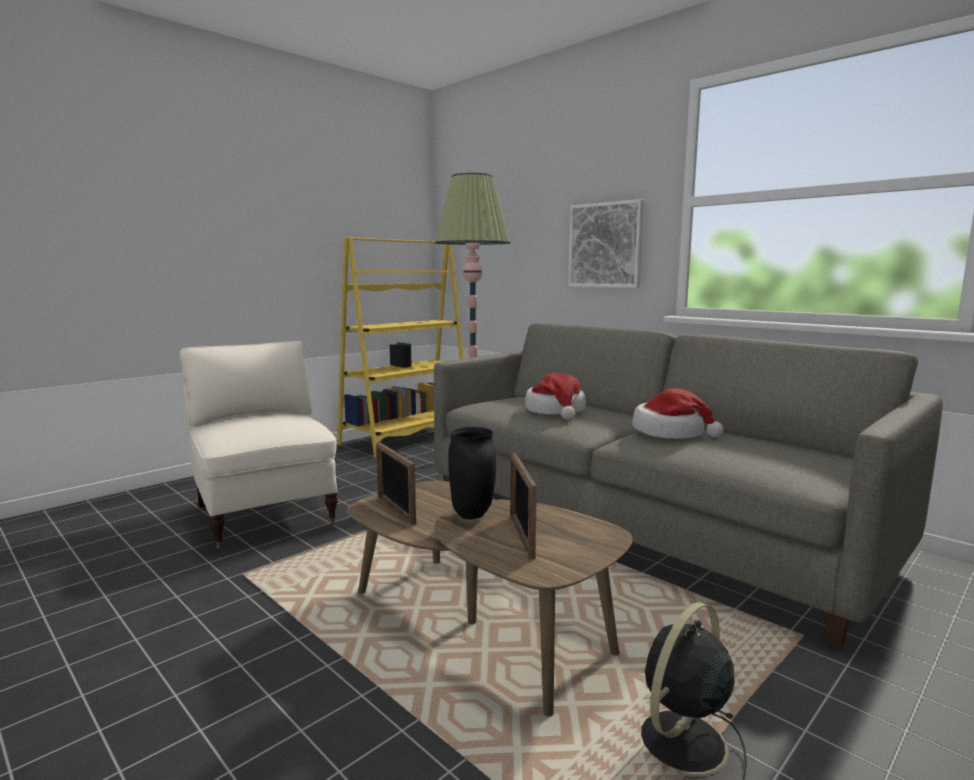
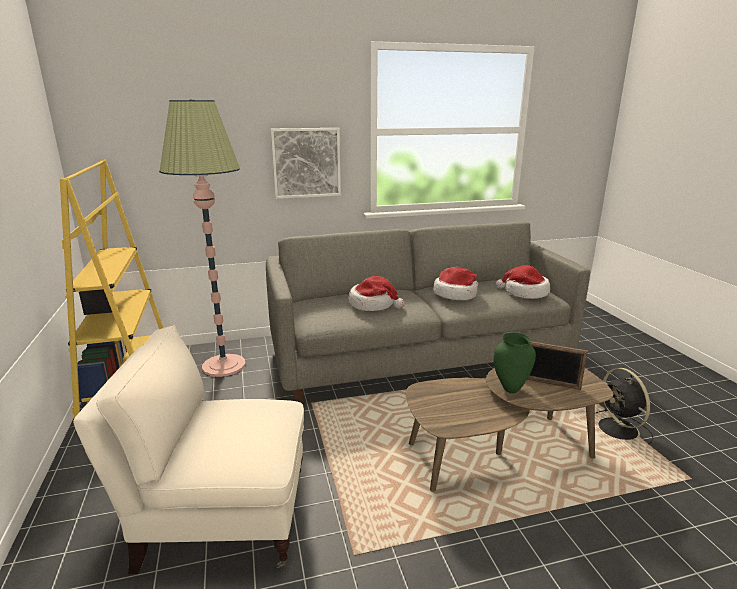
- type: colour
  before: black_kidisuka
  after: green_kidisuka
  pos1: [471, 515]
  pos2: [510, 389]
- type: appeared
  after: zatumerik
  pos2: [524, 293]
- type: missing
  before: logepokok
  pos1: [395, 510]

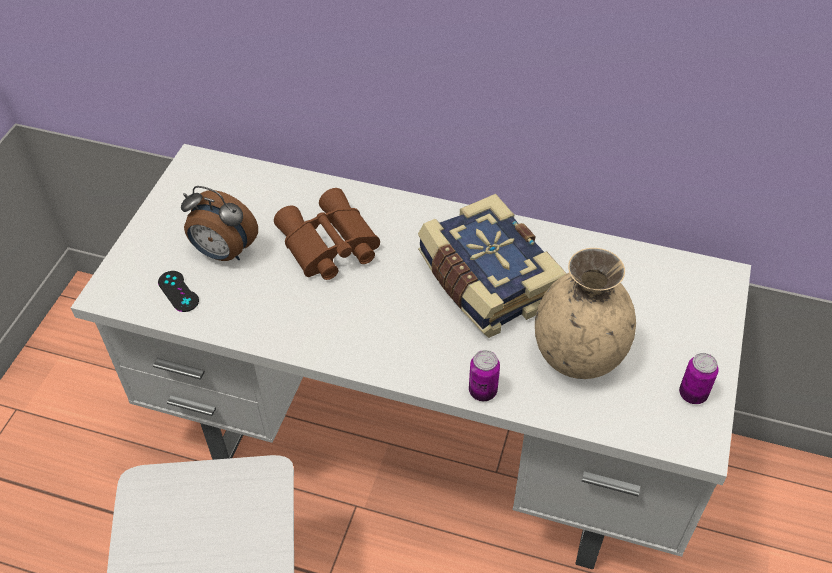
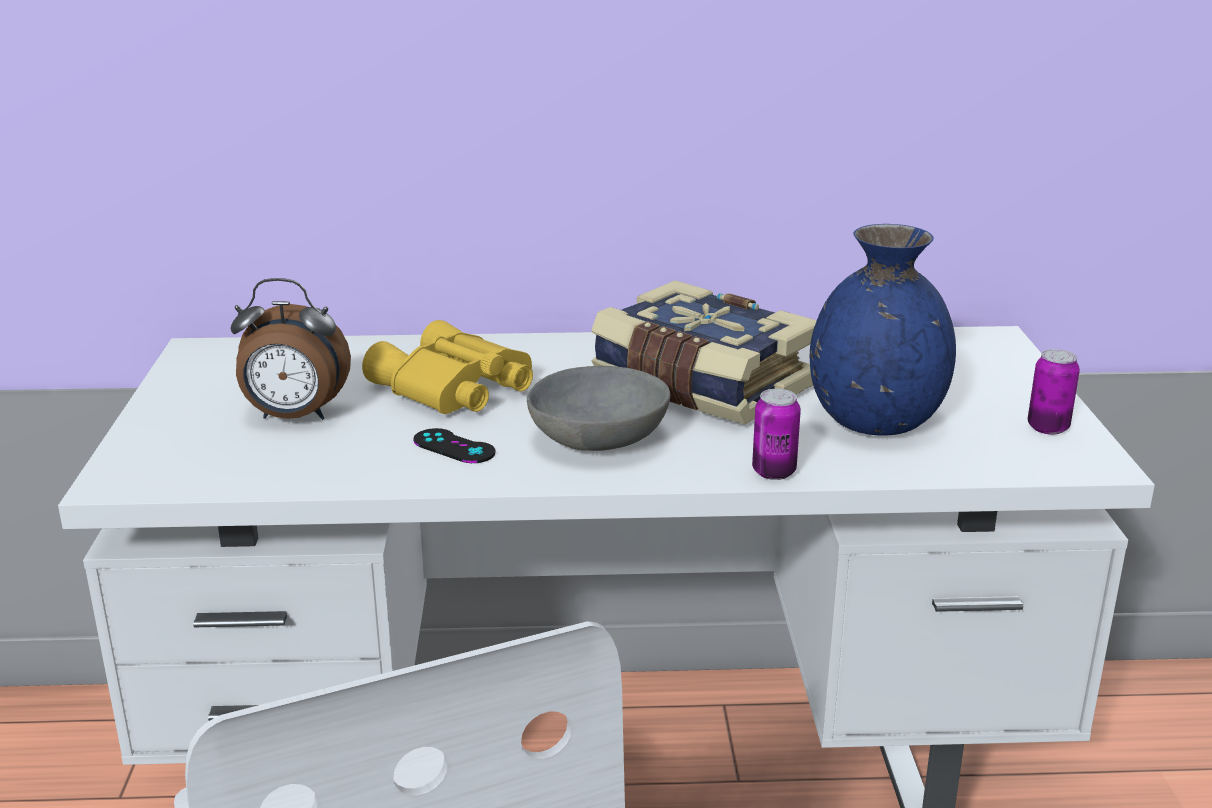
- type: colour
  before: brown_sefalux
  after: yellow_sefalux
  pos1: [328, 246]
  pos2: [453, 389]
- type: relocated
  before: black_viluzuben
  pos1: [178, 291]
  pos2: [454, 446]
- type: appeared
  after: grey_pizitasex
  pos2: [598, 438]
- type: colour
  before: beige_kidisuka
  after: blue_kidisuka
  pos1: [577, 355]
  pos2: [874, 421]

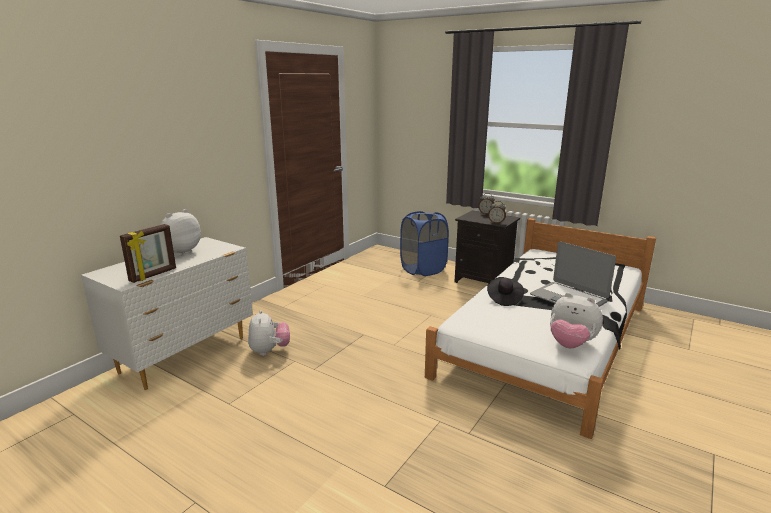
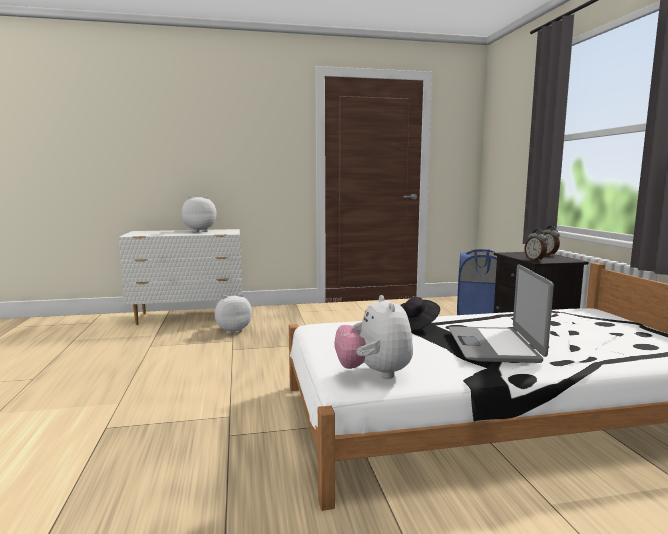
- type: spun
  before: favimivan
  pos1: [269, 351]
  pos2: [232, 330]
  turn: -150
- type: missing
  before: logepokok
  pos1: [153, 275]

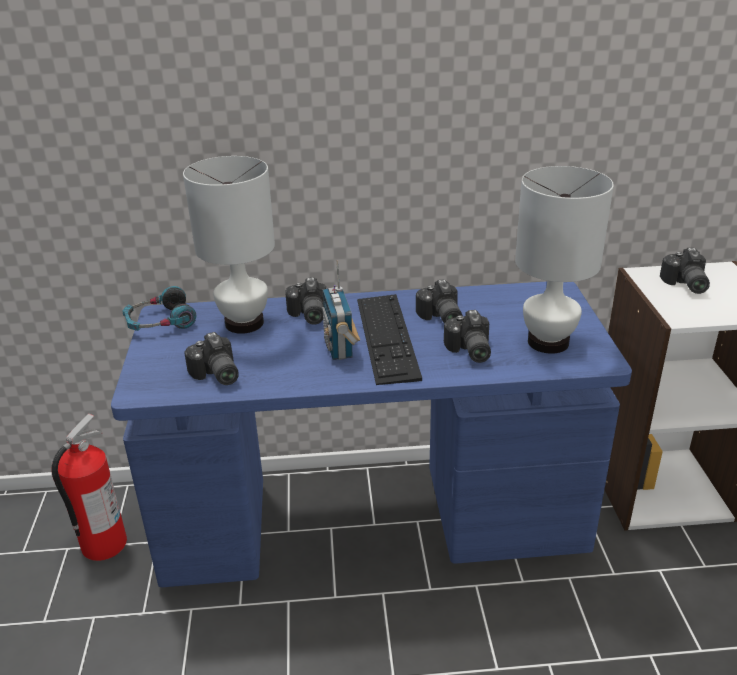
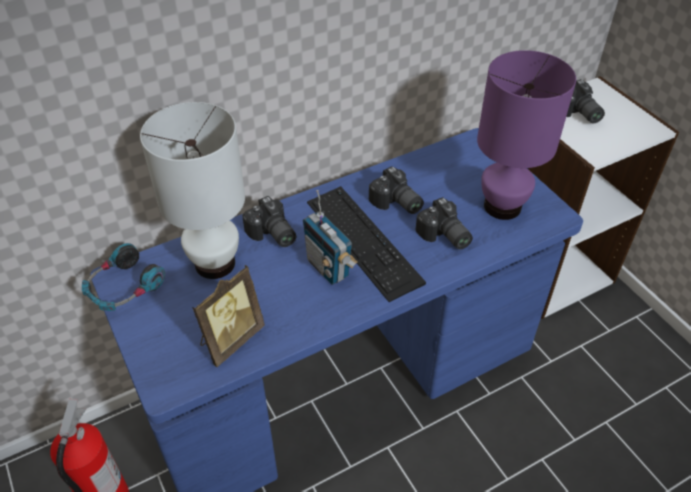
- type: exchanged
  before: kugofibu
  after: logepokok
  pos1: [215, 375]
  pos2: [230, 339]
- type: colour
  before: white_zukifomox
  after: purple_zukifomox
  pos1: [547, 342]
  pos2: [501, 206]

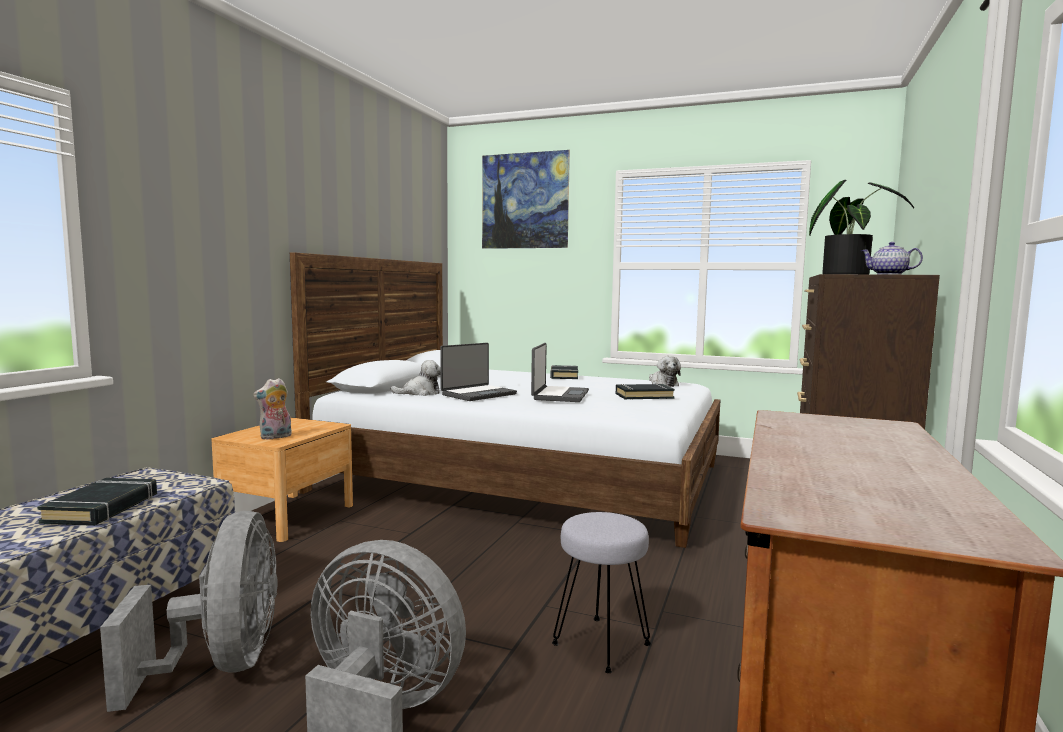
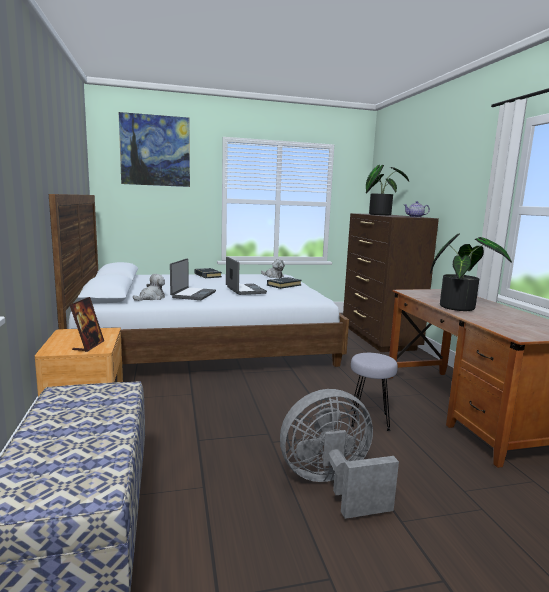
- type: exchanged
  before: favimivan
  after: logepokok
  pos1: [275, 437]
  pos2: [88, 346]
- type: appeared
  after: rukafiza
  pos2: [460, 307]
- type: missing
  before: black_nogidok
  pos1: [103, 508]
- type: missing
  before: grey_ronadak
  pos1: [222, 665]

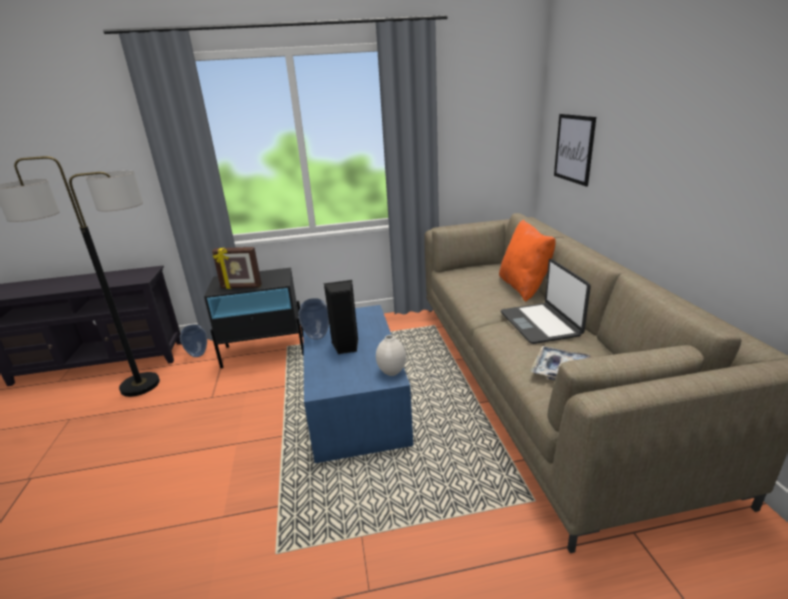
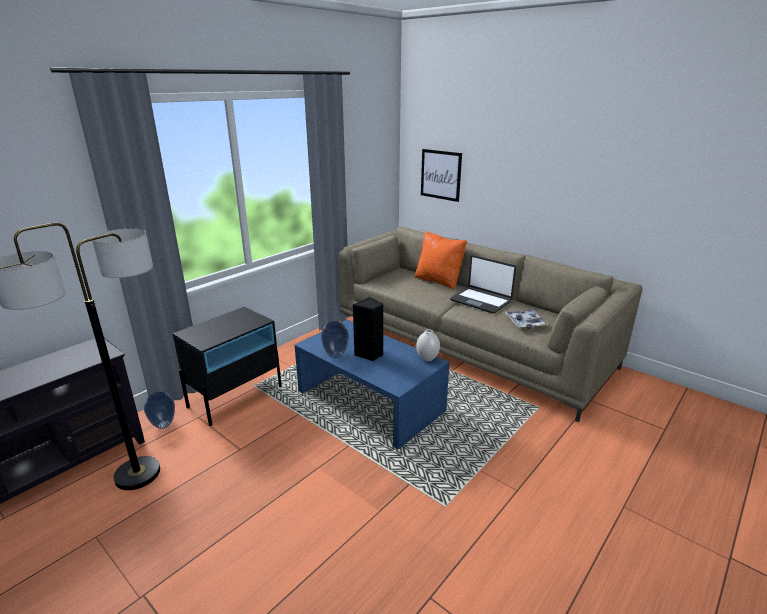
- type: missing
  before: logepokok
  pos1: [241, 287]

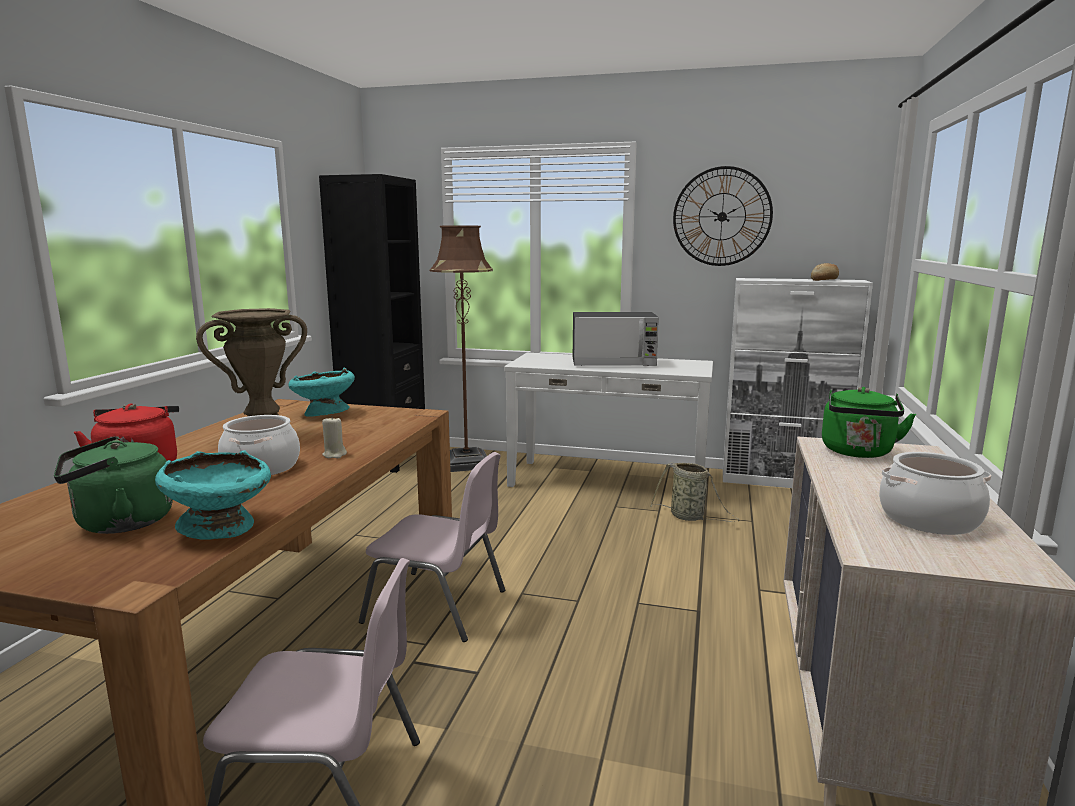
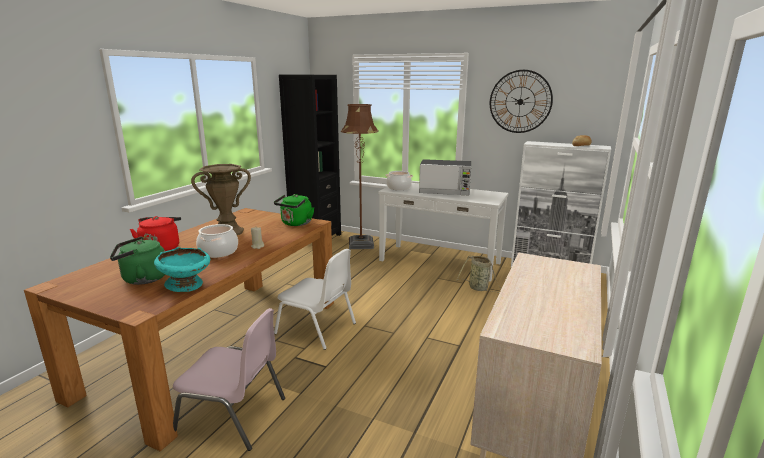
- type: relocated
  before: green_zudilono
  pos1: [858, 453]
  pos2: [295, 223]
- type: colour
  before: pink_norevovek
  after: white_norevovek
  pos1: [438, 606]
  pos2: [317, 328]
- type: relocated
  before: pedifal
  pos1: [928, 519]
  pos2: [398, 188]
- type: missing
  before: turquoise_pizitasex
  pos1: [323, 414]

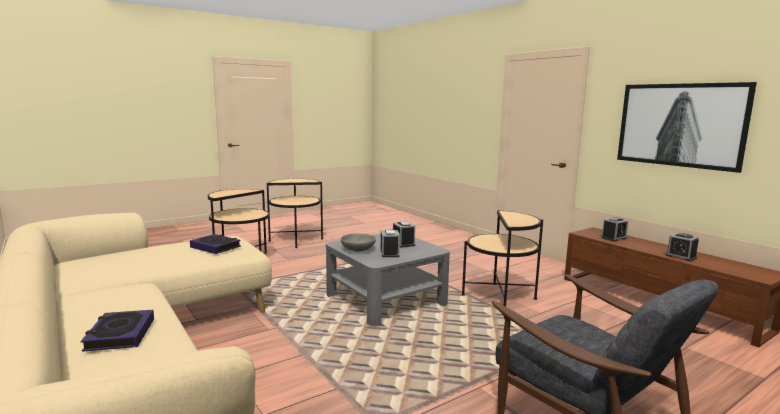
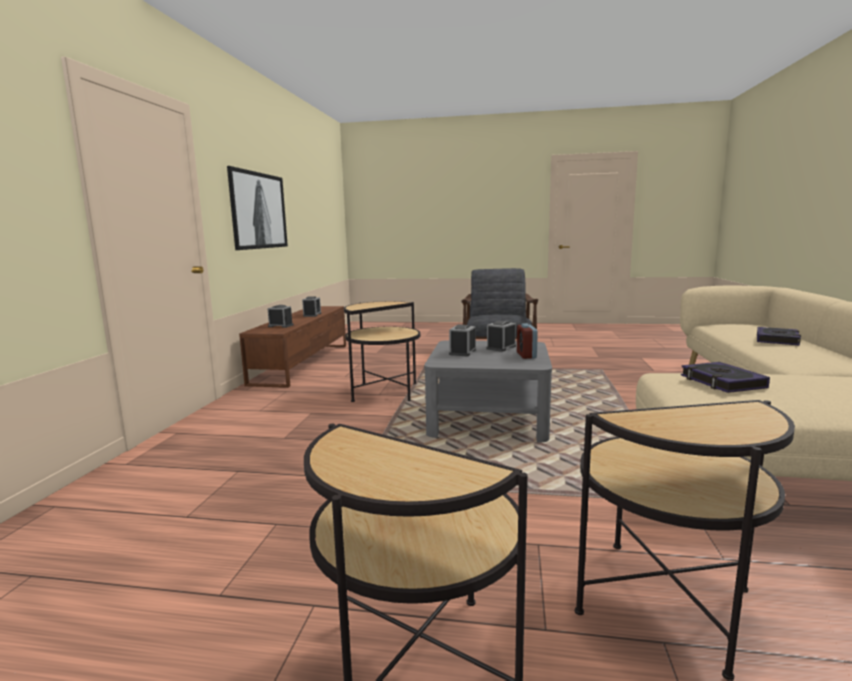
- type: exchanged
  before: grey_pizitasex
  after: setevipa
  pos1: [358, 250]
  pos2: [526, 355]

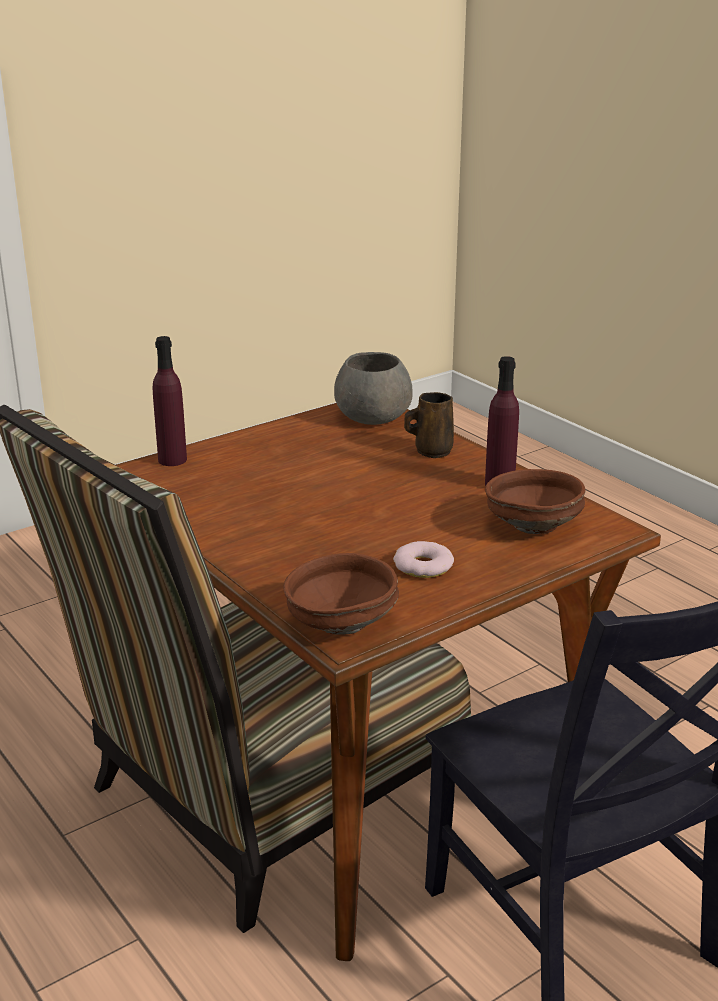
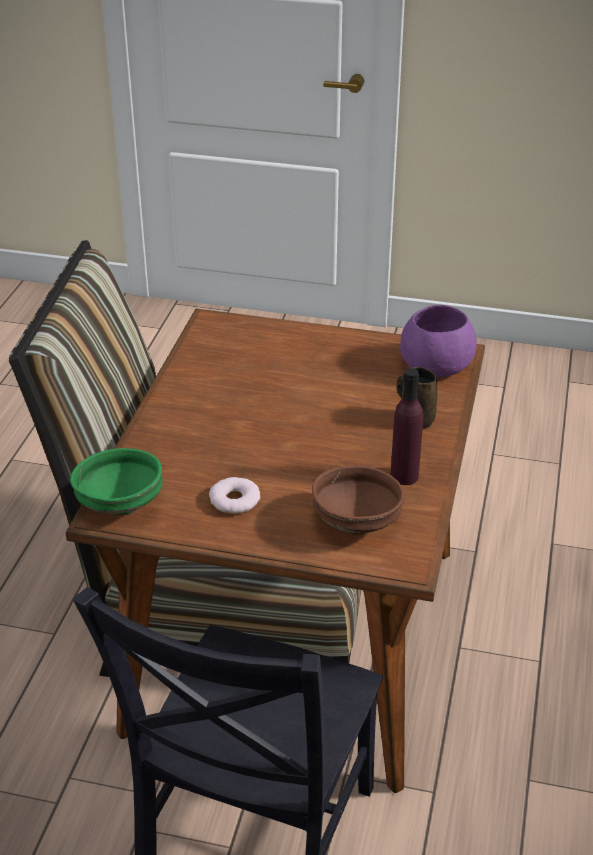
- type: colour
  before: brown_pizitasex
  after: green_pizitasex
  pos1: [339, 623]
  pos2: [120, 503]
- type: colour
  before: grey_pizitasex
  after: purple_pizitasex
  pos1: [373, 417]
  pos2: [435, 366]
- type: missing
  before: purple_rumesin
  pos1: [172, 460]

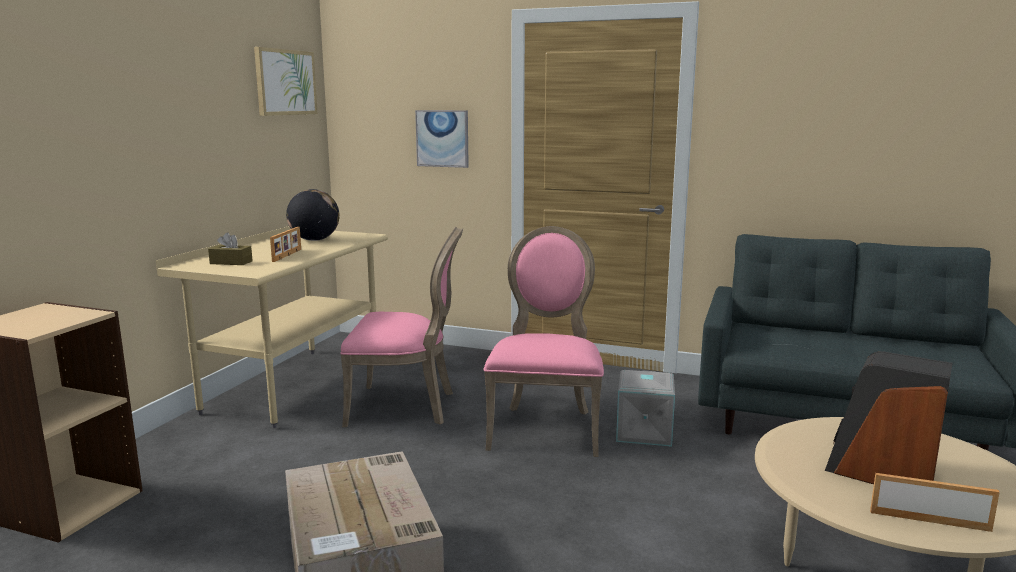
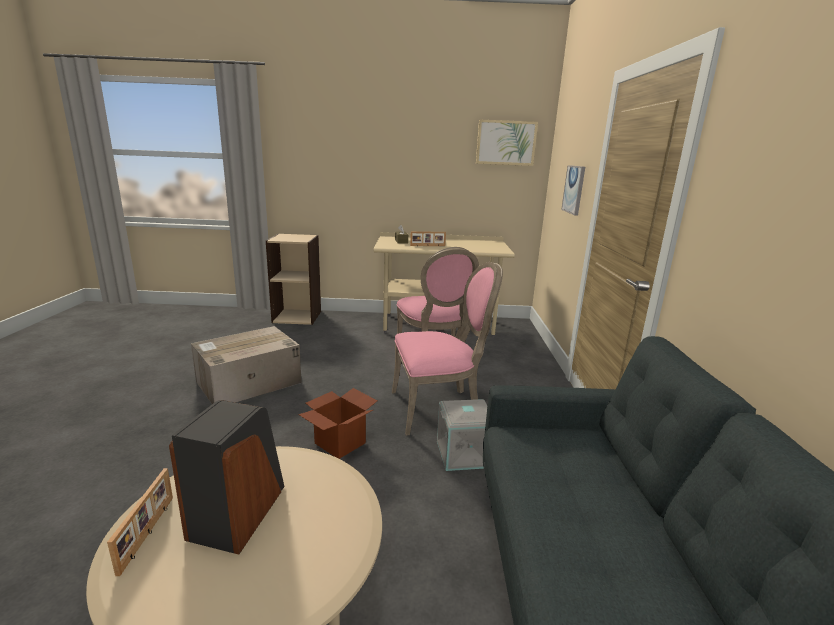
- type: appeared
  after: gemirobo
  pos2: [340, 443]
- type: missing
  before: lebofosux
  pos1: [314, 240]

